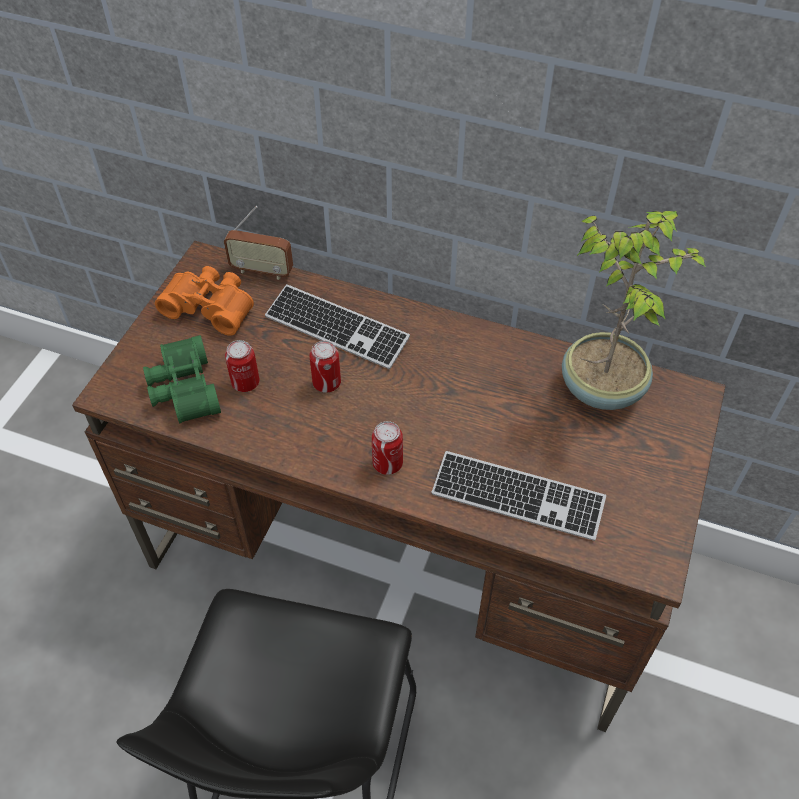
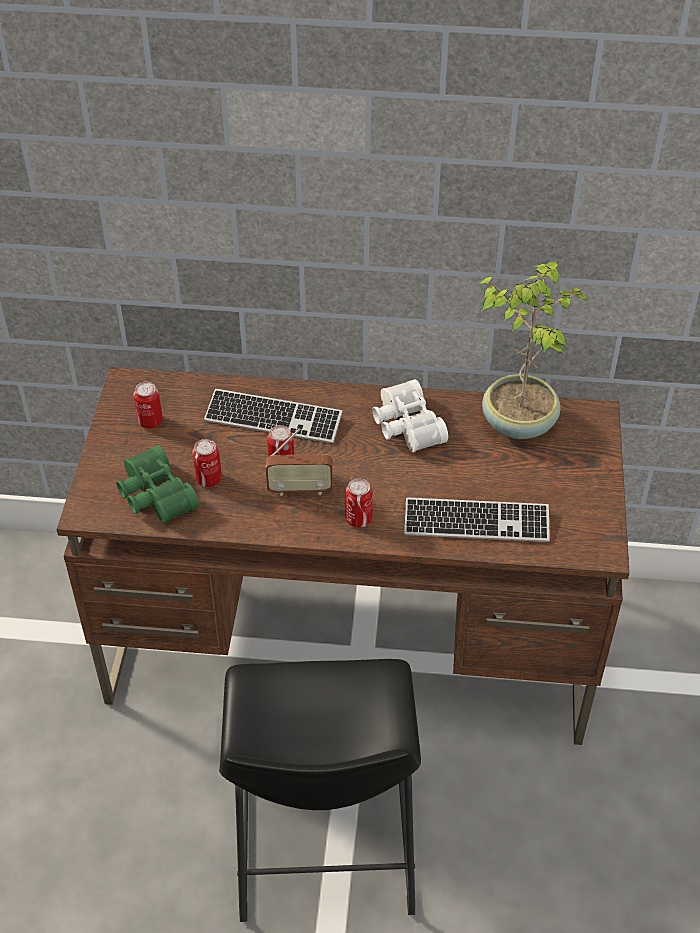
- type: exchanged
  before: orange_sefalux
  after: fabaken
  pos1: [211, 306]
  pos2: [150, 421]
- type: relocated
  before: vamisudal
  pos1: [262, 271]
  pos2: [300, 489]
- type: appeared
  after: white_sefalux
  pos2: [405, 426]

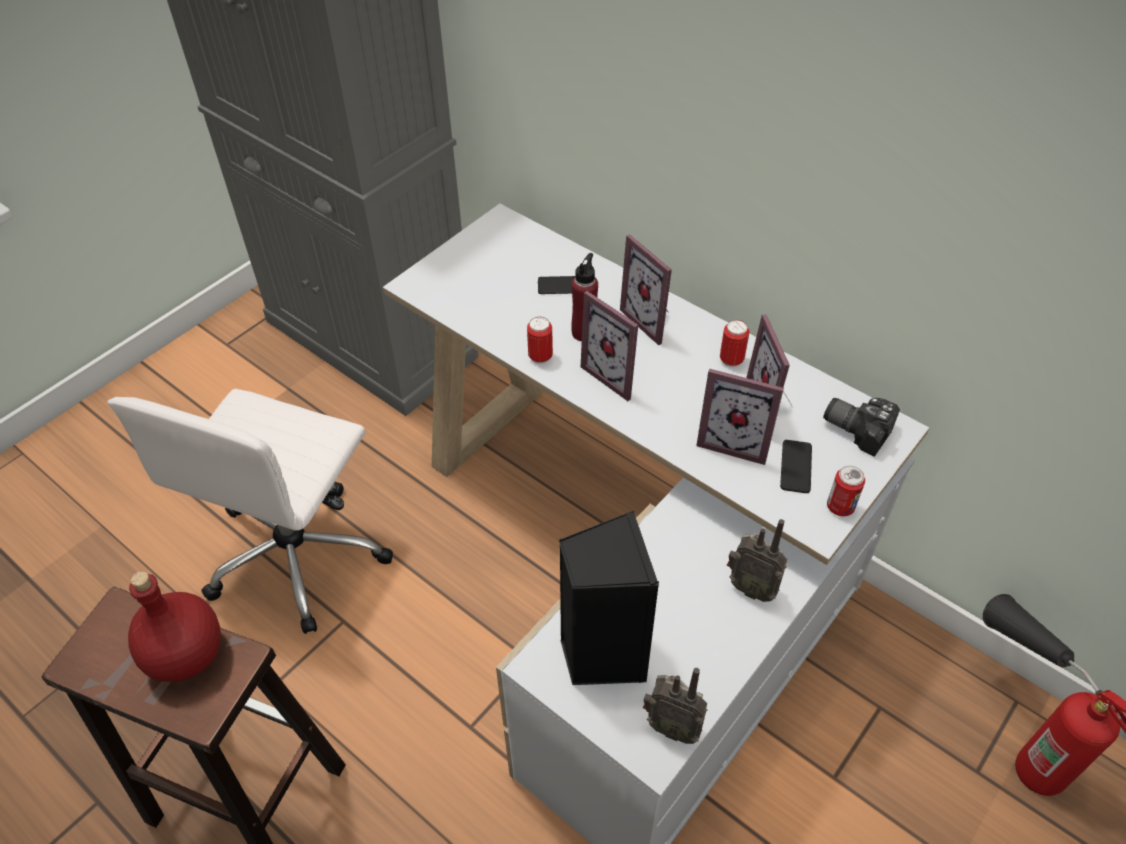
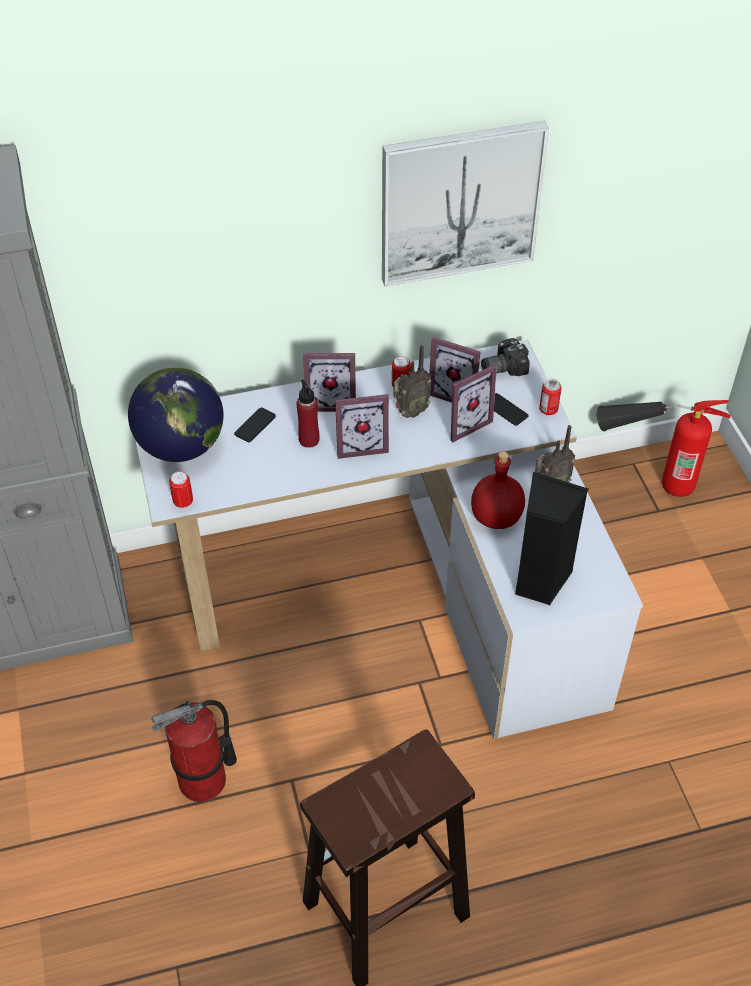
- type: appeared
  after: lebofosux
  pos2: [181, 447]
- type: exchanged
  before: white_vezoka
  after: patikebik
  pos1: [299, 553]
  pos2: [203, 781]
- type: relocated
  before: fabaken
  pos1: [540, 357]
  pos2: [183, 502]
- type: appeared
  after: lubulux
  pos2: [460, 202]
- type: relocated
  before: vamisudal
  pos1: [672, 726]
  pos2: [409, 412]
- type: relocated
  before: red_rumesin
  pos1: [188, 655]
  pos2: [496, 517]

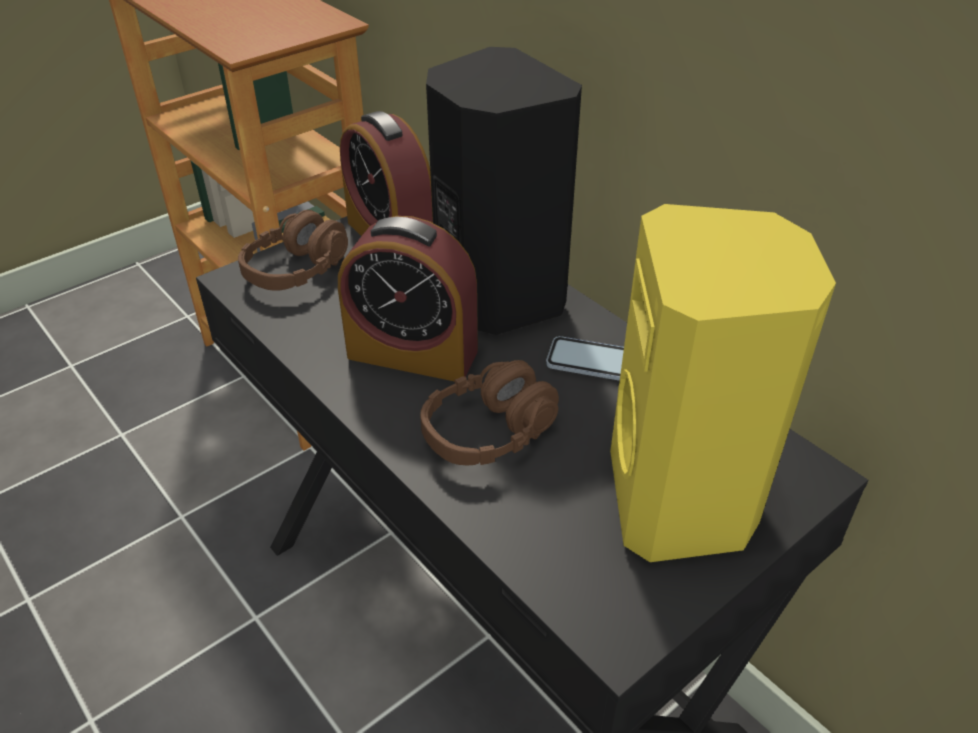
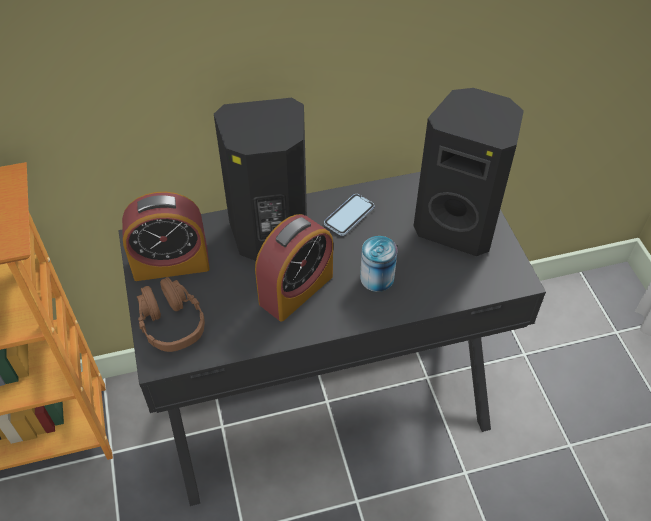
- type: exchanged
  before: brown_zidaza
  after: fabaken
  pos1: [489, 431]
  pos2: [377, 278]
- type: colour
  before: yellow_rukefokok
  after: black_rukefokok
  pos1: [682, 501]
  pos2: [457, 225]

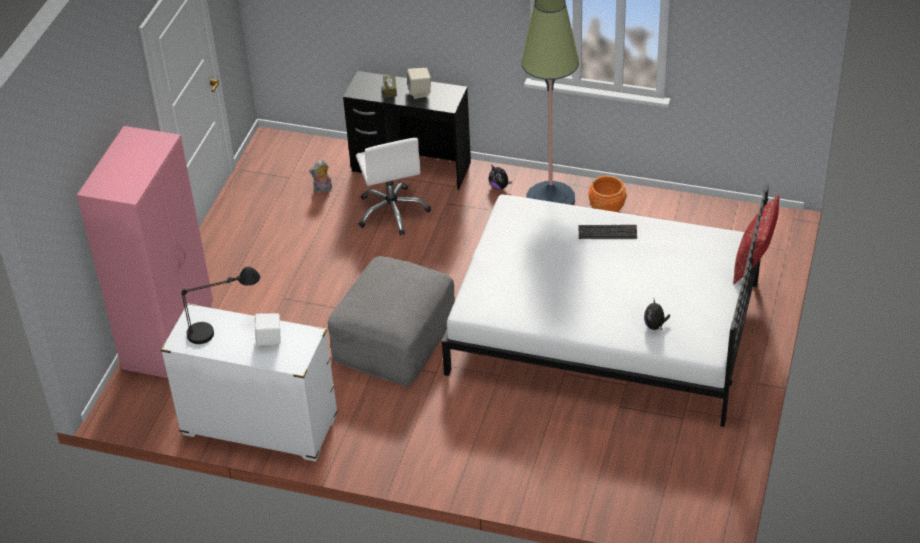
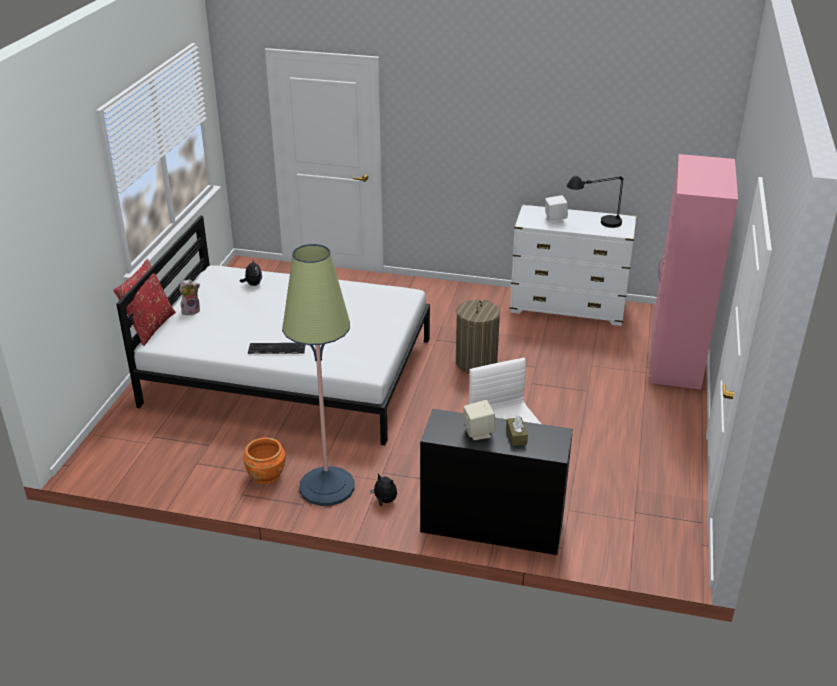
- type: relocated
  before: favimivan
  pos1: [323, 189]
  pos2: [191, 311]
- type: exchanged
  before: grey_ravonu
  after: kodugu
  pos1: [394, 337]
  pos2: [476, 362]

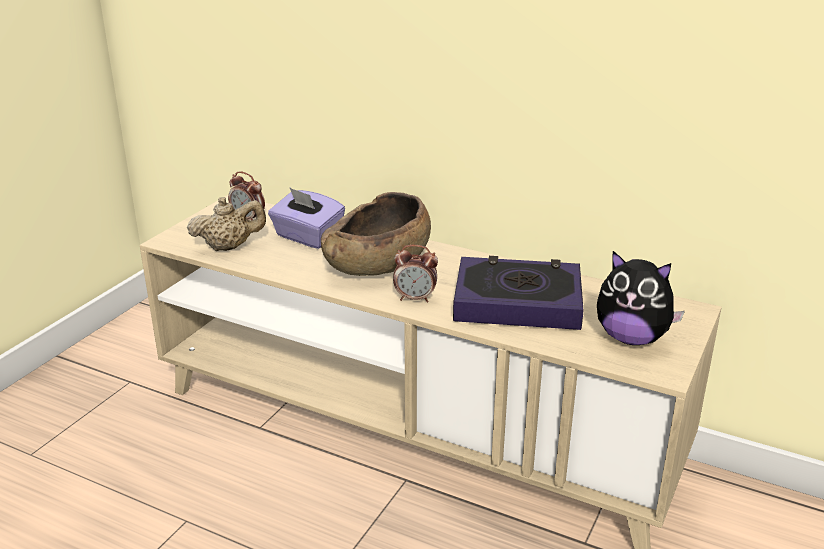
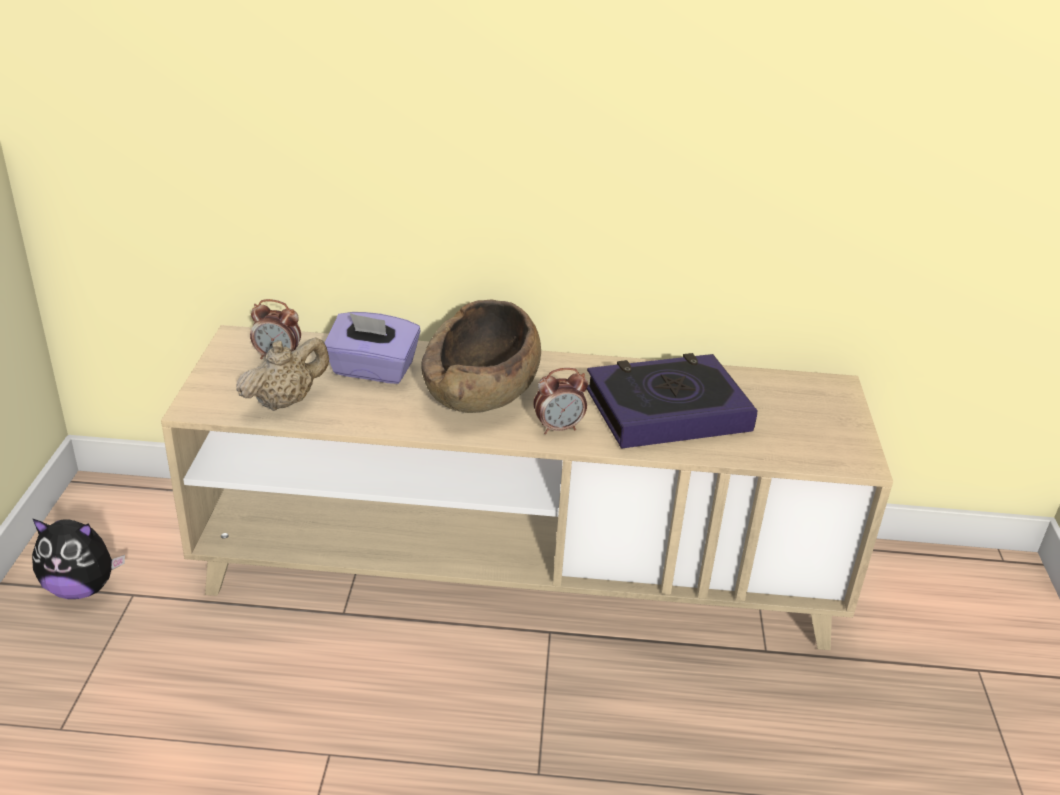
- type: relocated
  before: favimivan
  pos1: [632, 338]
  pos2: [81, 588]

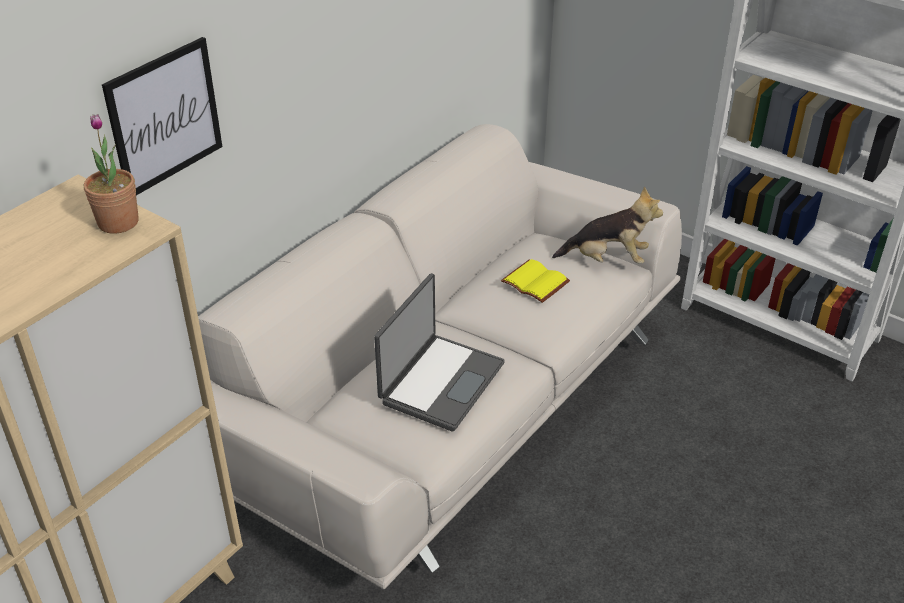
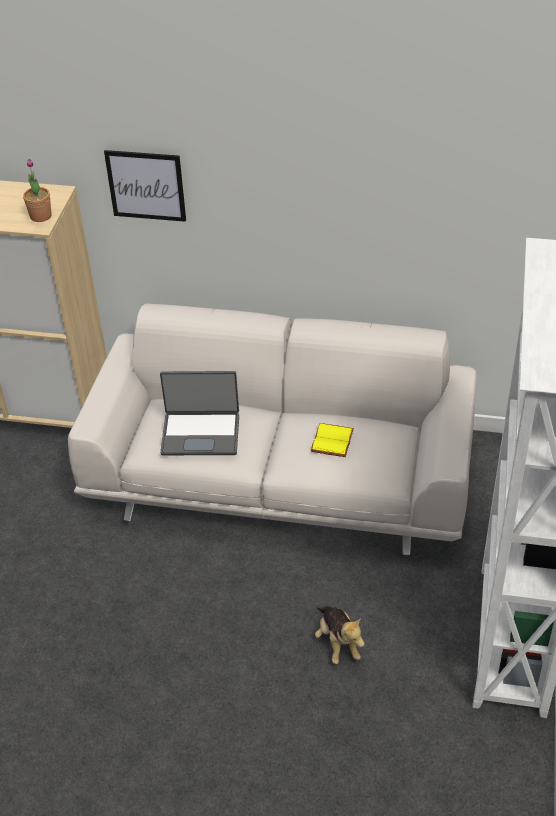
- type: relocated
  before: favimivan
  pos1: [607, 259]
  pos2: [338, 642]

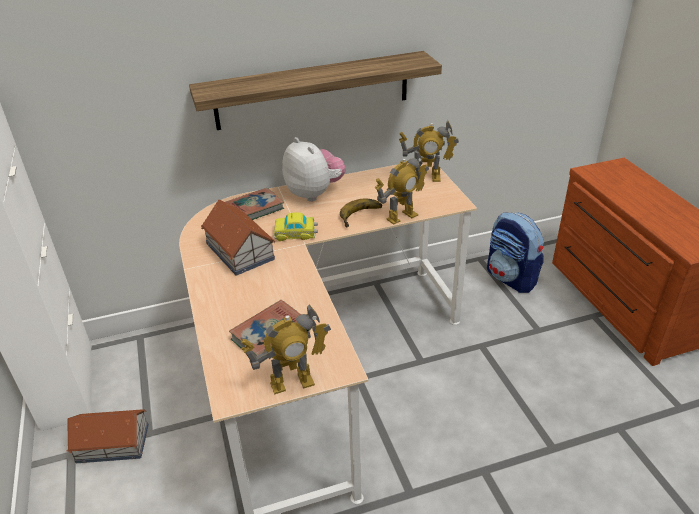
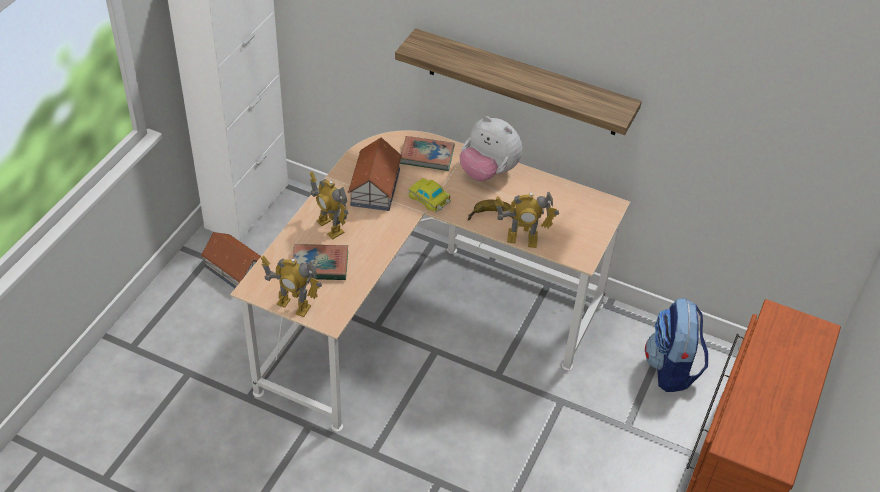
- type: relocated
  before: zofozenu
  pos1: [426, 177]
  pos2: [330, 227]
- type: spun
  before: favimivan
  pos1: [314, 193]
  pos2: [488, 172]
  turn: 120

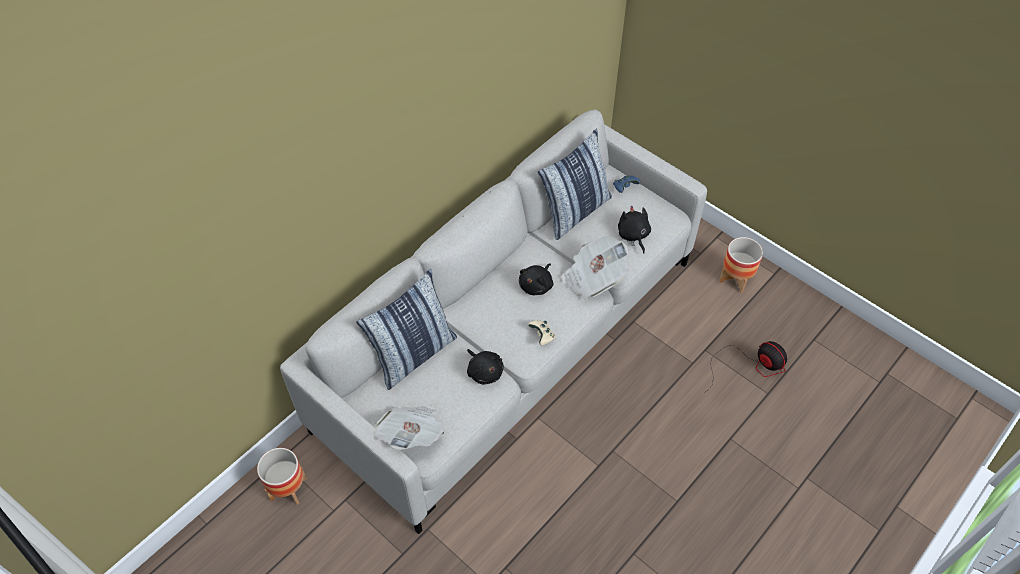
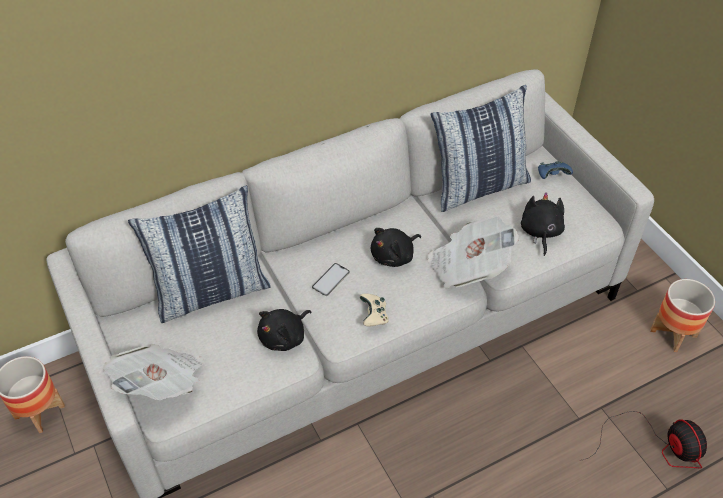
- type: spun
  before: black_favimivan
  pos1: [484, 371]
  pos2: [284, 337]
  turn: 60
- type: appeared
  after: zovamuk
  pos2: [331, 279]

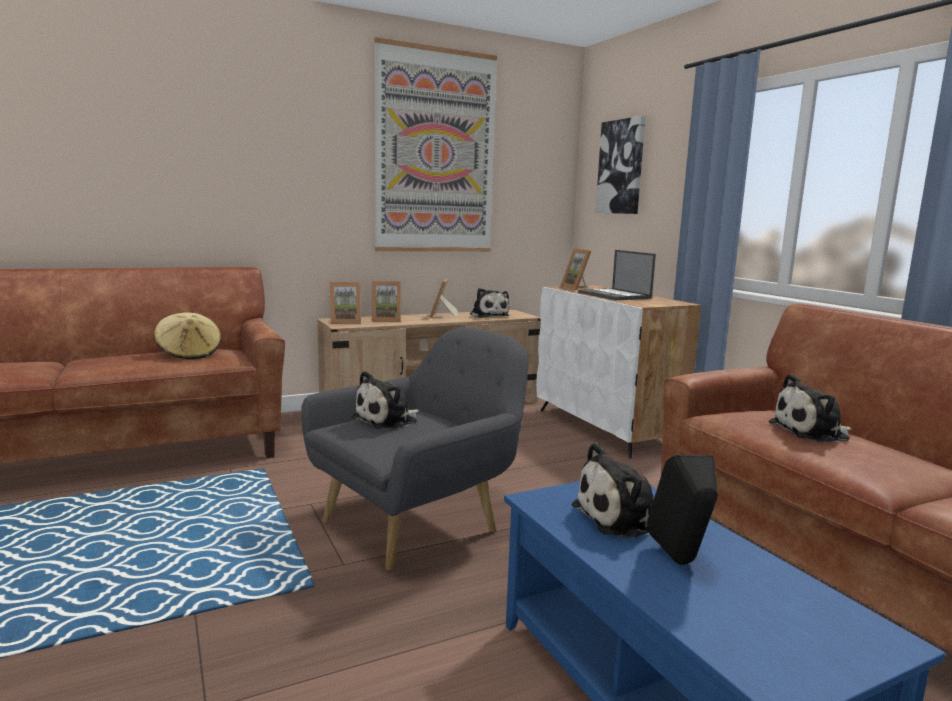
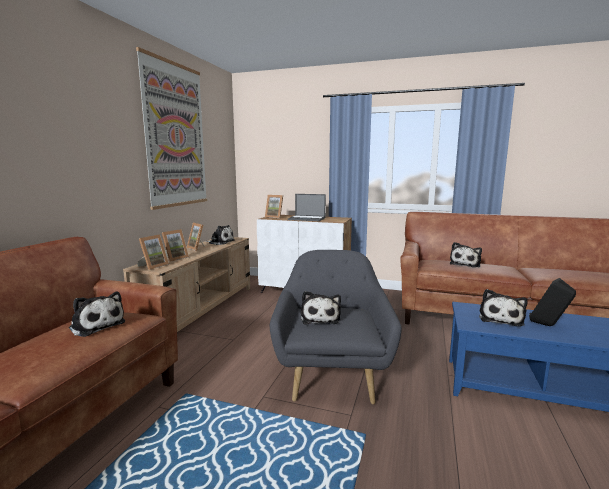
- type: exchanged
  before: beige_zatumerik
  after: favimivan
  pos1: [189, 354]
  pos2: [96, 325]
- type: missing
  before: lubulux
  pos1: [621, 167]

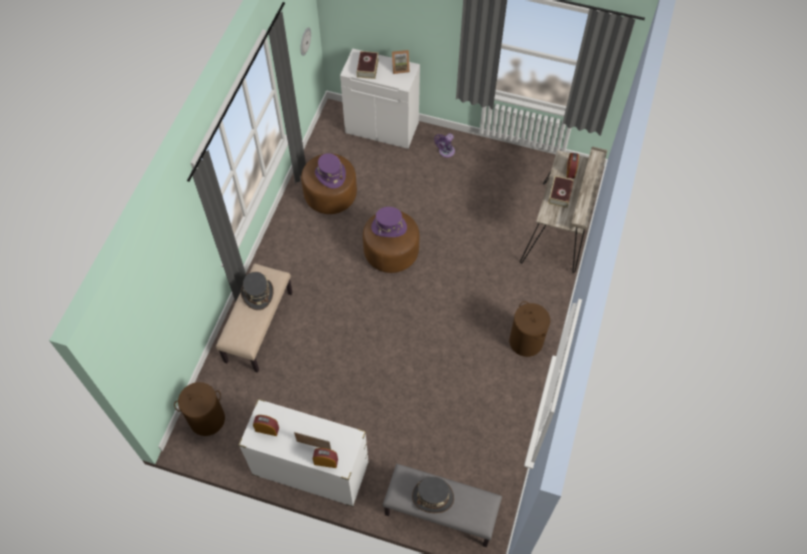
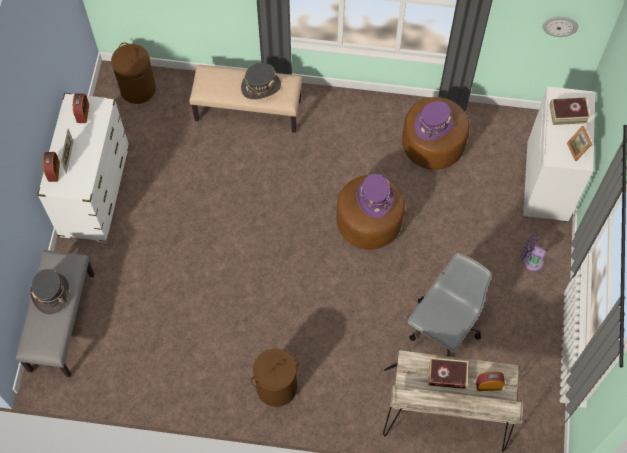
- type: appeared
  after: grey_vezoka
  pos2: [443, 328]

